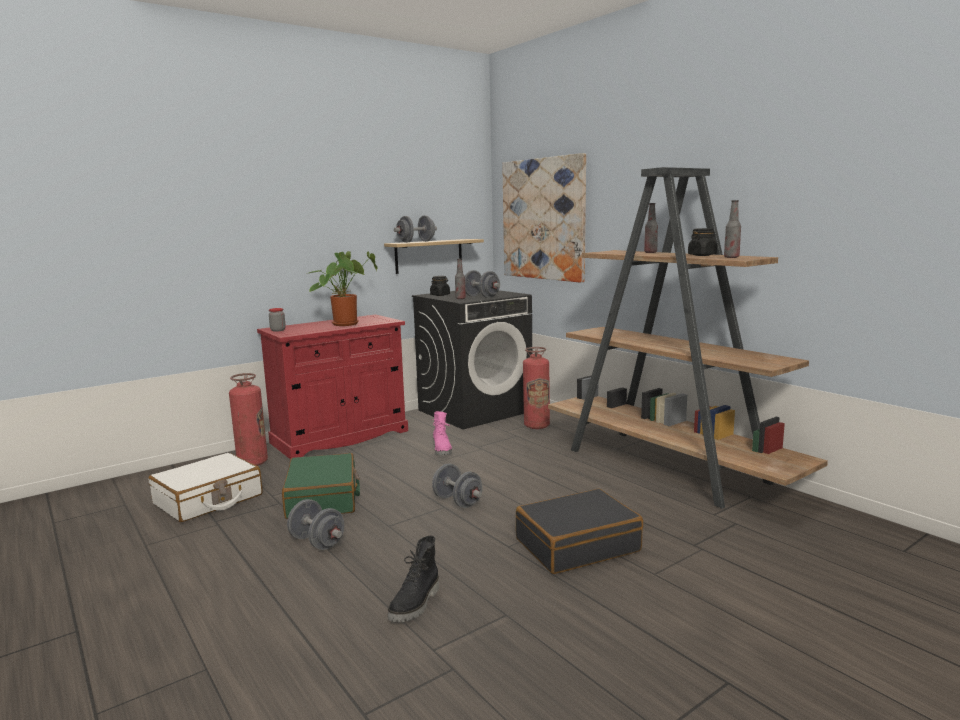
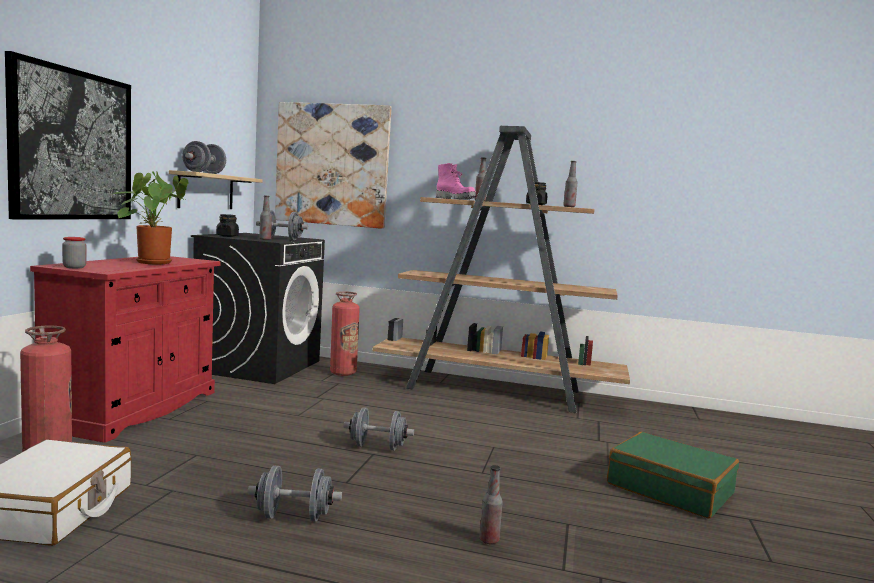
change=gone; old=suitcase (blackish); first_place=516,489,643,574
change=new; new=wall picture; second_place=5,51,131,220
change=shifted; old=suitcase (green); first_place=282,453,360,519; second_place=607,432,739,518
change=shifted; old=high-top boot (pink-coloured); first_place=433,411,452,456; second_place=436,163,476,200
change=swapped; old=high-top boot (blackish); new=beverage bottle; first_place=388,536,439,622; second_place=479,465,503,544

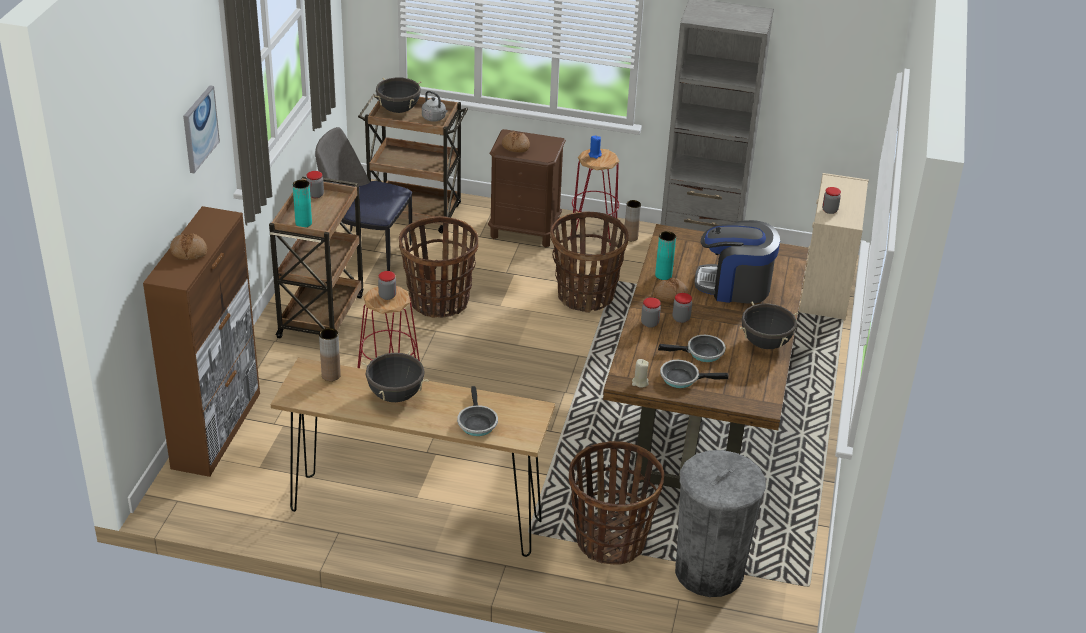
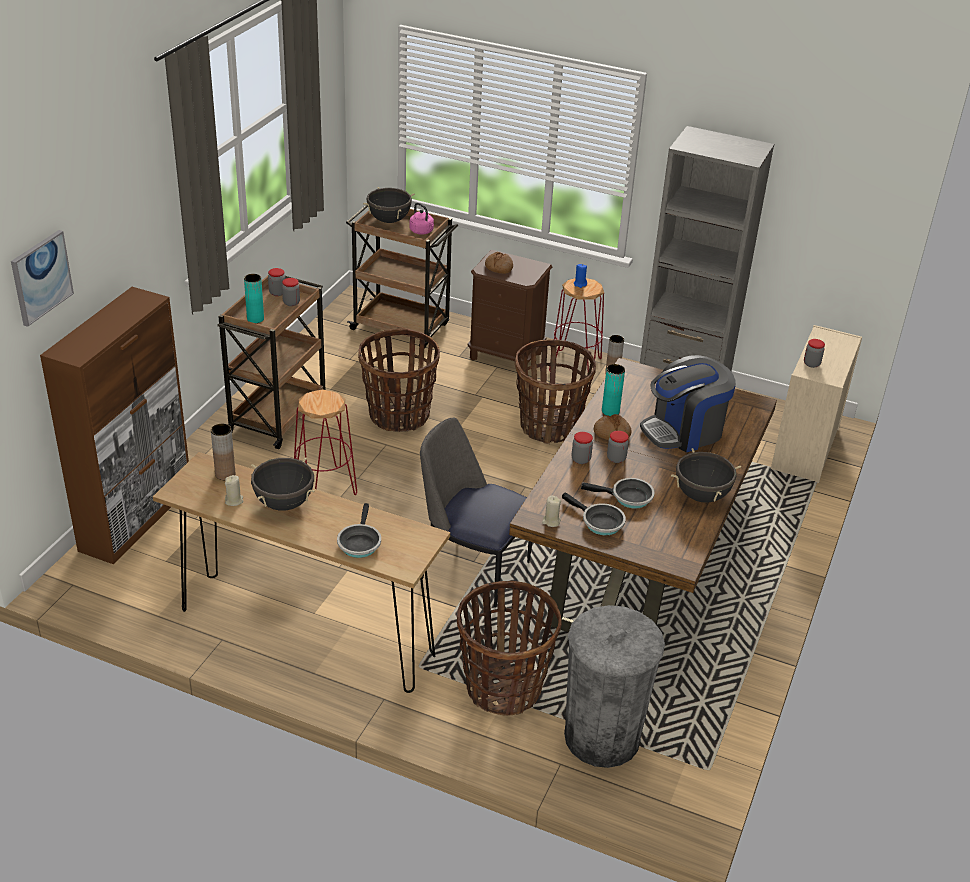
change=gone; old=baked bread; first_place=170,233,207,260
change=new; new=wax light (beige); second_place=225,475,244,506
change=shifted; old=wall picture; first_place=183,85,220,173; second_place=11,230,74,327
change=shifted; old=chair; first_place=315,127,412,271; second_place=420,418,532,607
change=shifted; old=storage jar; first_place=378,271,396,300; second_place=282,278,300,306
change=repainted; old=tea kettle (gray); new=tea kettle (pink-coloured); first_place=422,91,448,122; second_place=409,203,434,235
change=rotated; old=frying pan; first_place=660,360,728,388; second_place=562,492,626,535; degrees=-150
change=rotated; old=coffee machine; first_place=695,220,780,304; second_place=640,355,736,452; degrees=-45

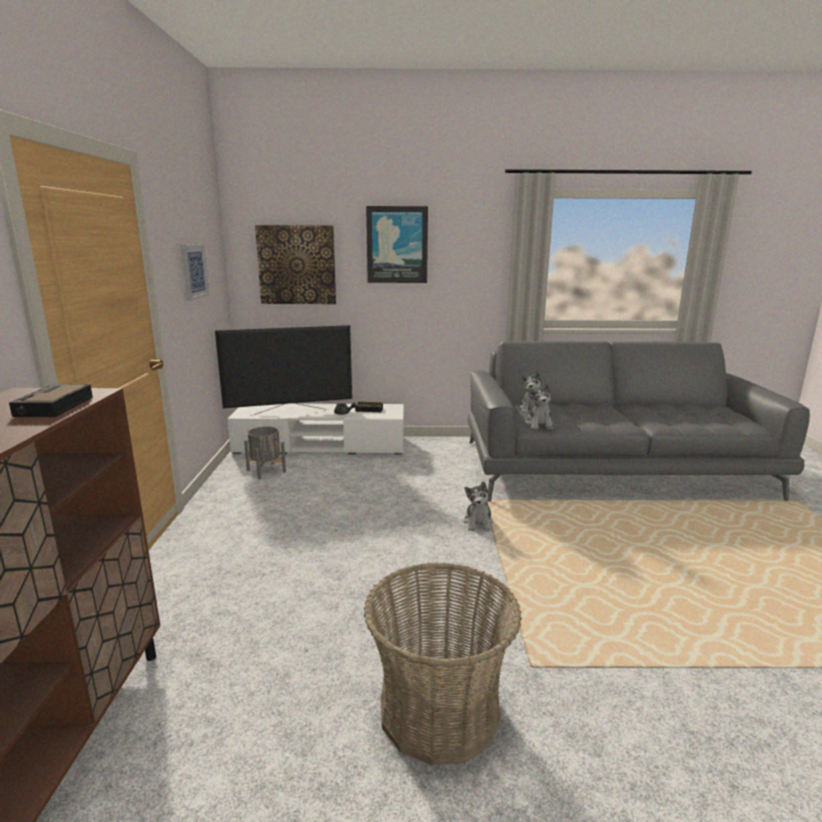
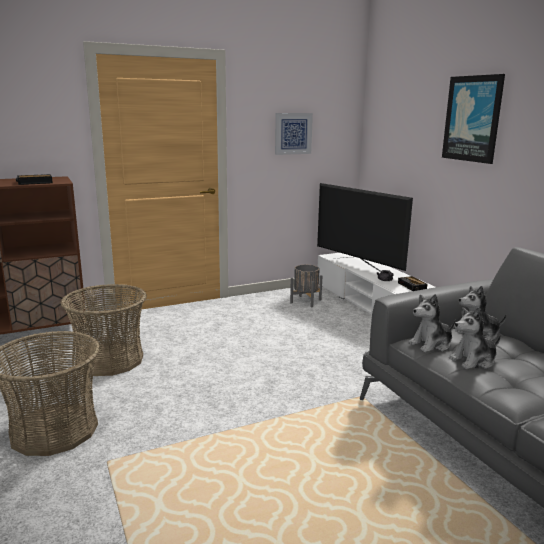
change=gone; old=wall picture; first_place=255,225,336,304
change=new; new=basket; second_place=60,284,147,376
change=shifted; old=soft toy; first_place=463,481,494,532; second_place=449,307,501,369

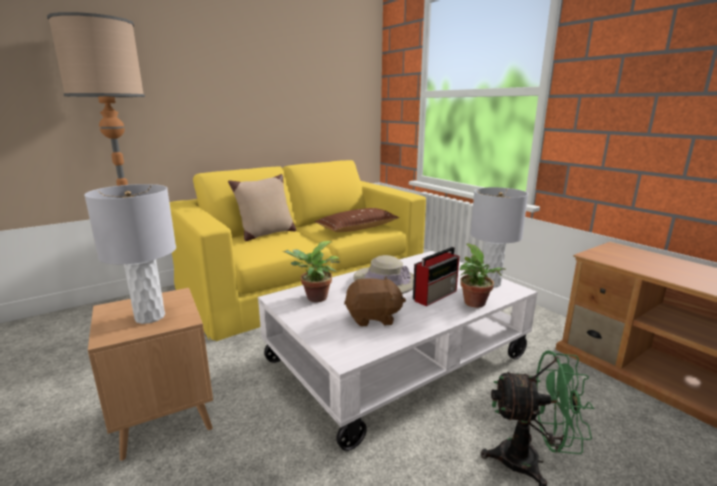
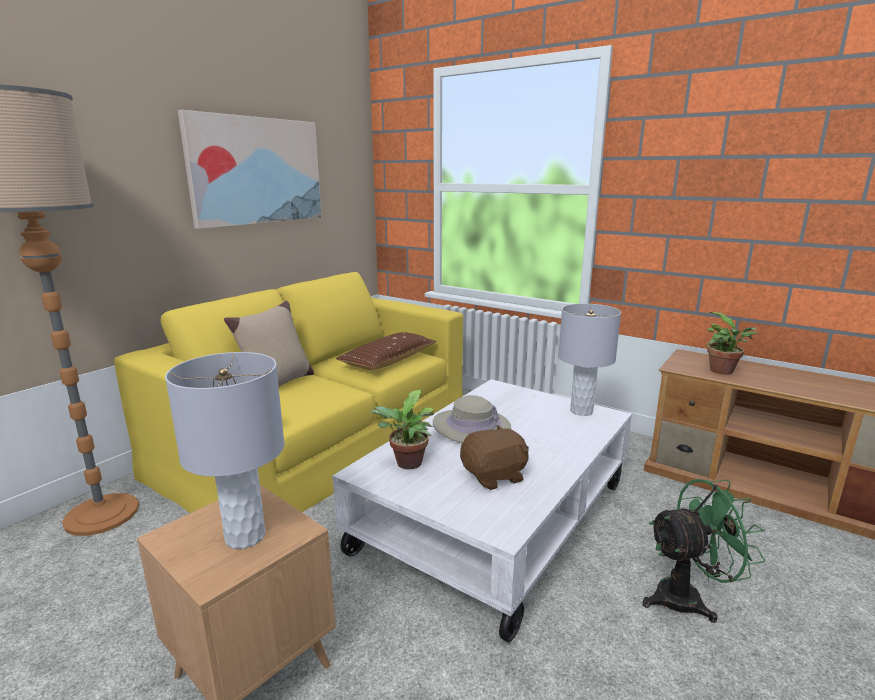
change=gone; old=radio; first_place=413,247,459,306
change=new; new=wall picture; second_place=178,110,322,229
change=shifted; old=houseplant; first_place=459,243,506,308; second_place=706,312,758,375

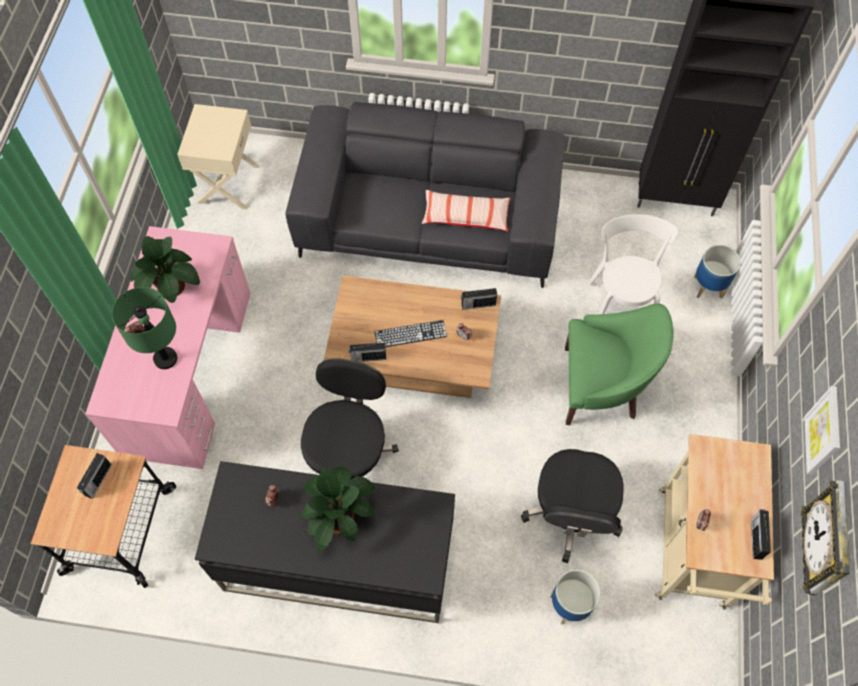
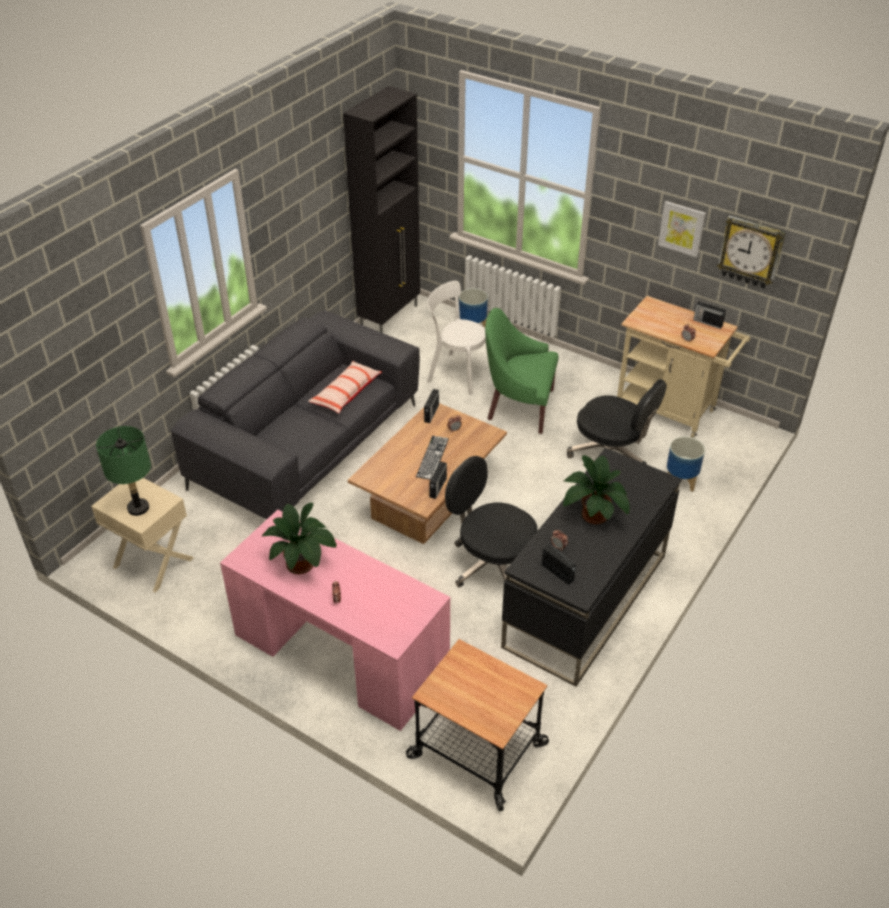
change=shifted; old=radio; first_place=77,453,112,499; second_place=542,544,576,585
change=shifted; old=tabletop lamp (green); first_place=112,287,178,369; second_place=96,426,151,516
change=rotated; old=lounge chair (green); first_place=565,303,674,425; second_place=485,308,558,434; degrees=-105

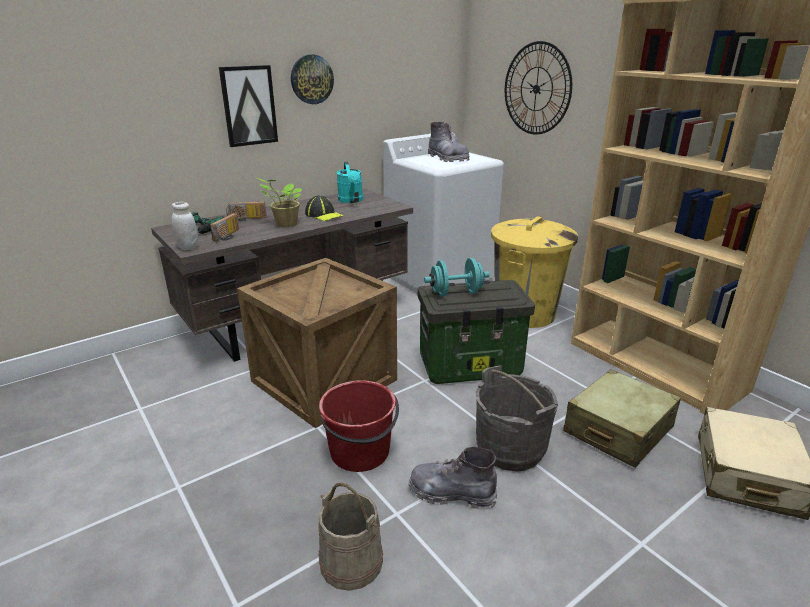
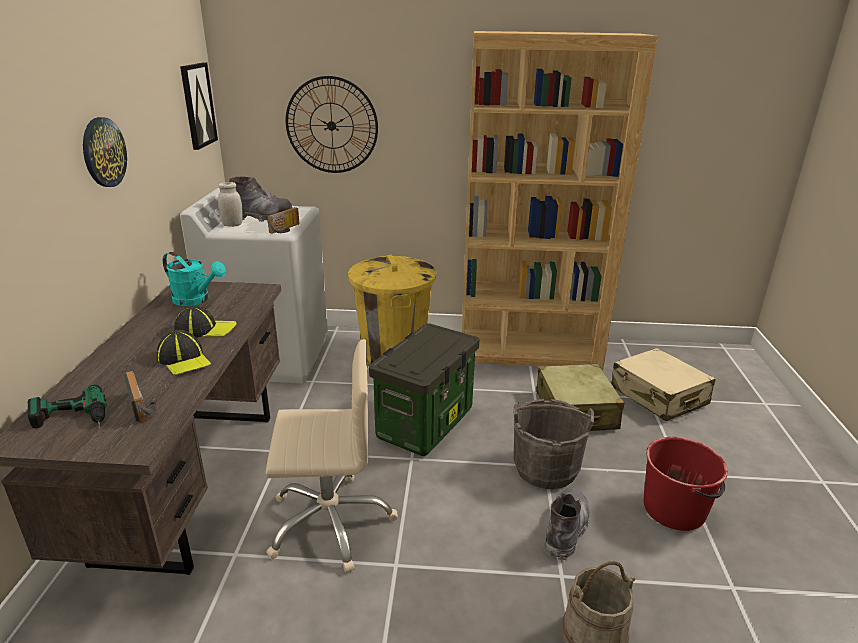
change=gone; old=dumbbell (turquoise-coloured); first_place=424,258,489,297
change=shifted; old=storage jar (white); first_place=171,202,198,250; second_place=218,182,243,227
change=shifted; old=wall picture; first_place=219,65,278,147; second_place=180,63,218,150
change=shifted; old=radio; first_place=226,202,267,221; second_place=267,207,300,234
change=shifted; old=pail (red); first_place=319,380,399,472; second_place=644,437,728,531
change=swapped; old=crate; new=office chair (beige); first_place=237,258,397,428; second_place=265,339,398,572
change=swapped; old=houseplant; new=baseball cap; first_place=257,178,302,227; second_place=157,330,211,375
change=rotated; old=high-top boot (gray); first_place=408,446,498,509; second_place=545,488,590,560; degrees=150

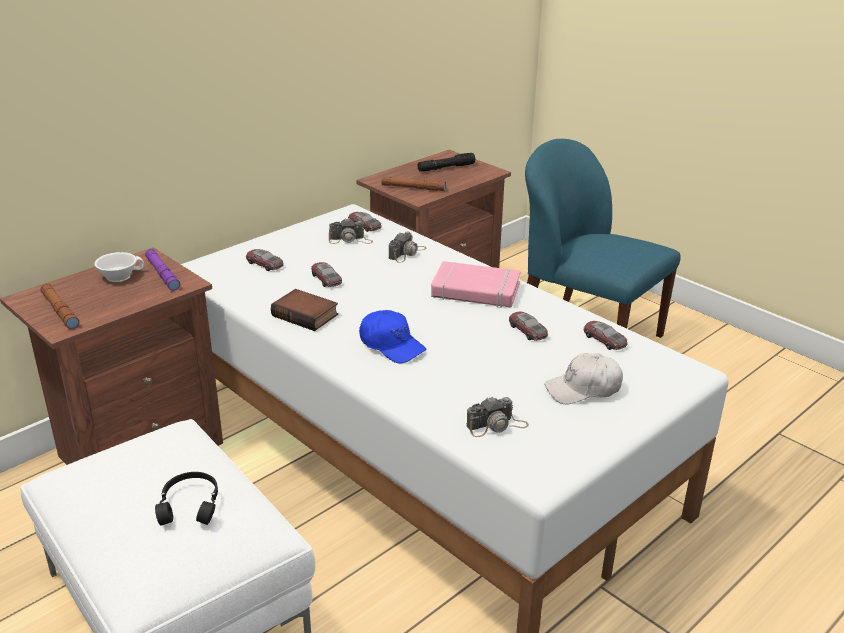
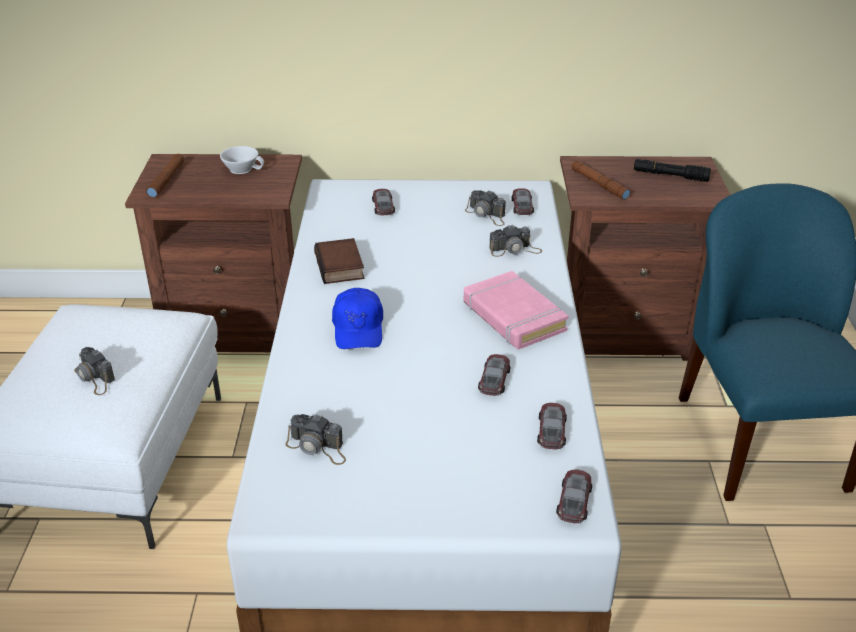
change=gone; old=hand torch (purplish); first_place=145,249,180,291
change=gone; old=baseball cap (white); first_place=544,353,623,404
change=shifted; old=toy car; first_place=311,262,342,287; second_place=556,469,592,523
change=swapped; old=pair of headphones (blackish); new=photo camera; first_place=155,472,218,526; second_place=74,347,115,395

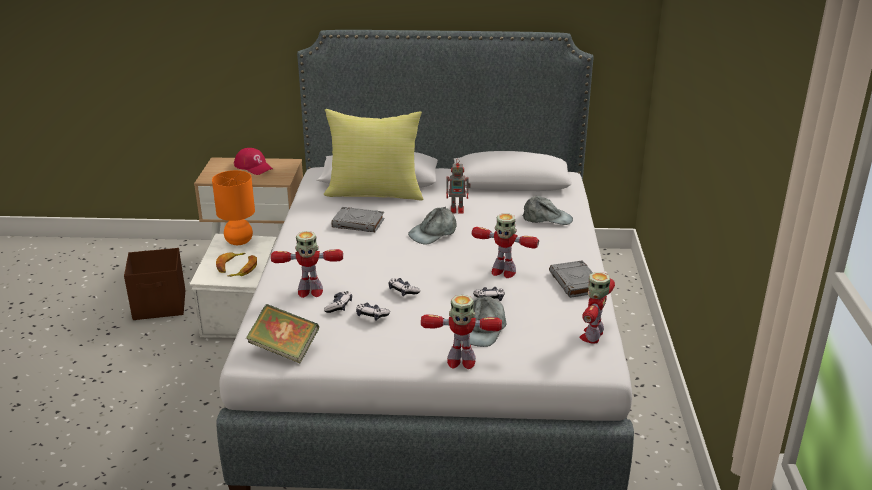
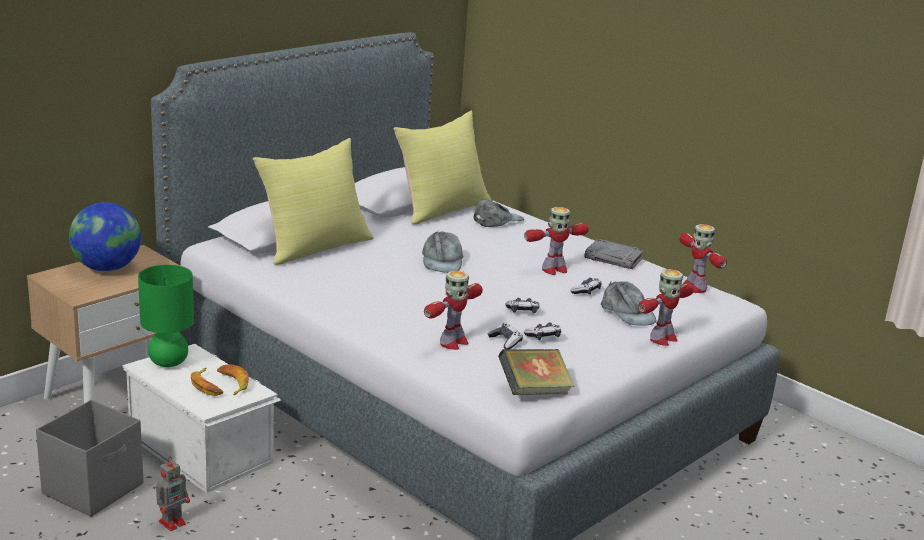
change=gone; old=book (gray); first_place=331,207,385,232
change=new; new=cushion (yellow-coloured); second_place=394,111,491,225
change=shifted; old=robot figure; first_place=446,159,471,213; second_place=156,457,190,531
change=swapped; old=baseball cap (red); new=globe; first_place=234,148,273,175; second_place=69,202,141,271
change=repainted; old=storage container (brown-coloured); new=storage container (gray); first_place=124,248,185,320; second_place=36,400,143,517
change=repainted; old=tabletop lamp (orangey); new=tabletop lamp (green); first_place=212,170,255,245; second_place=138,265,194,367

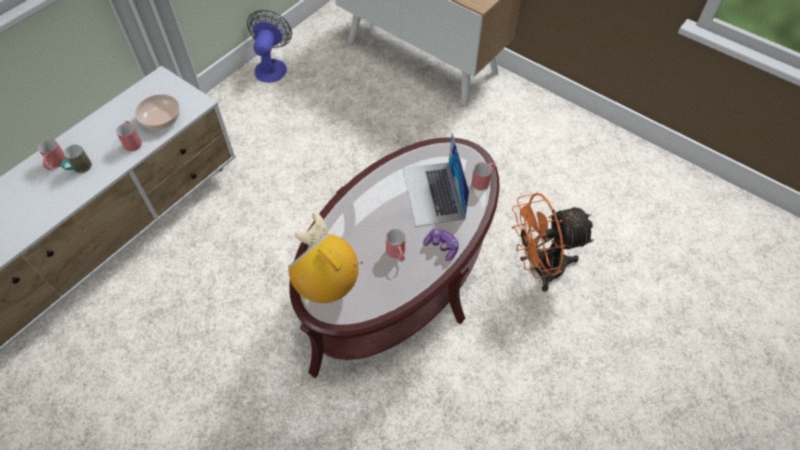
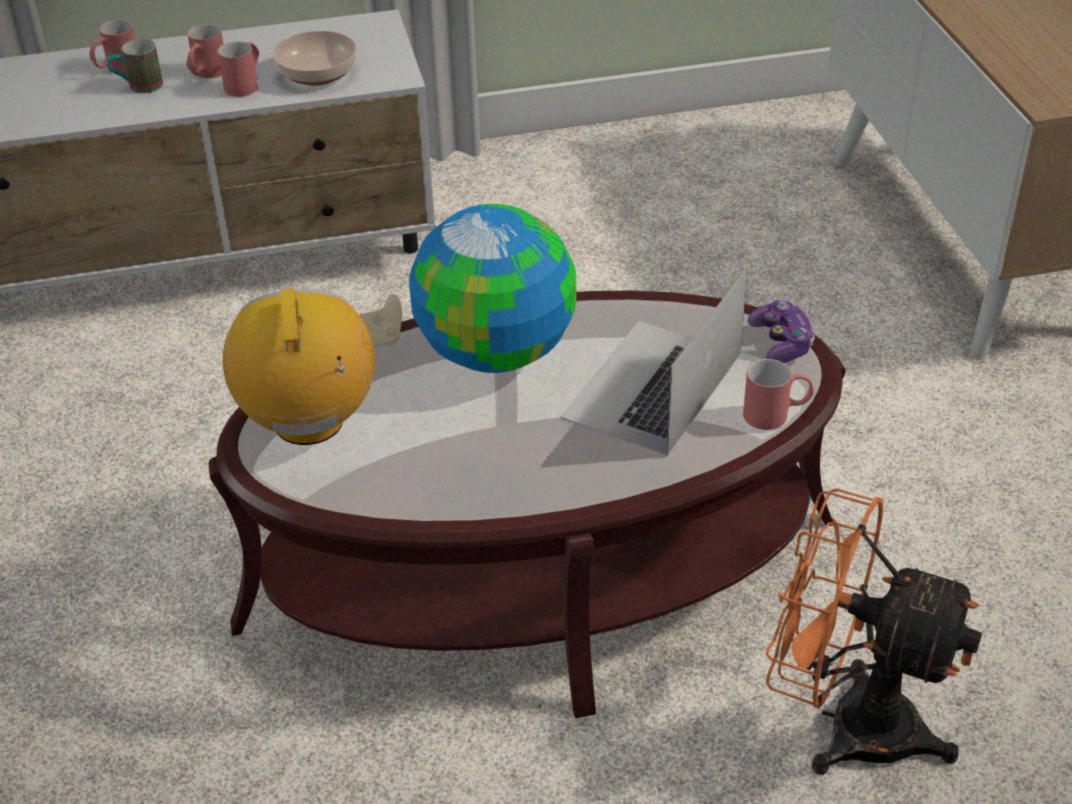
change=gone; old=fan; first_place=247,10,292,83
change=new; new=globe; second_place=409,204,576,373
change=shifted; old=tea mug (red); first_place=386,229,405,262; second_place=186,24,224,78
change=shifted; old=gamepad; first_place=423,228,459,261; second_place=747,300,815,363

